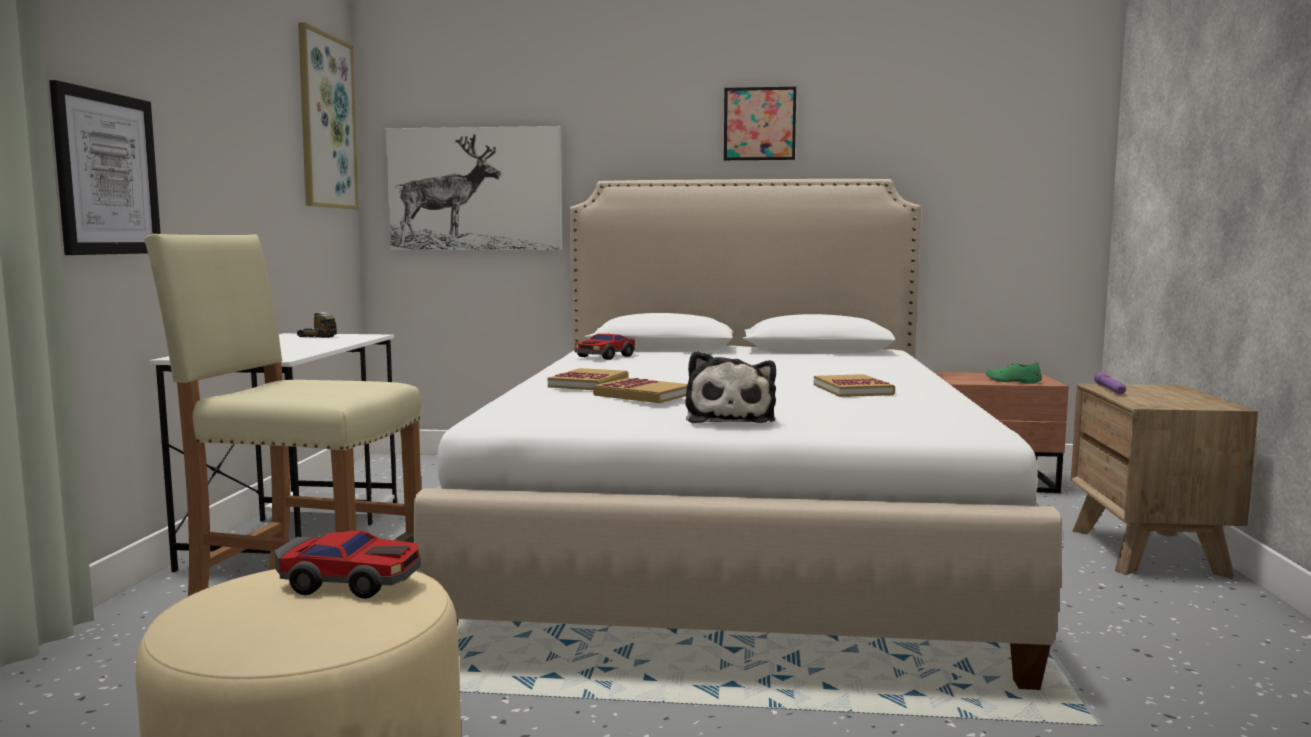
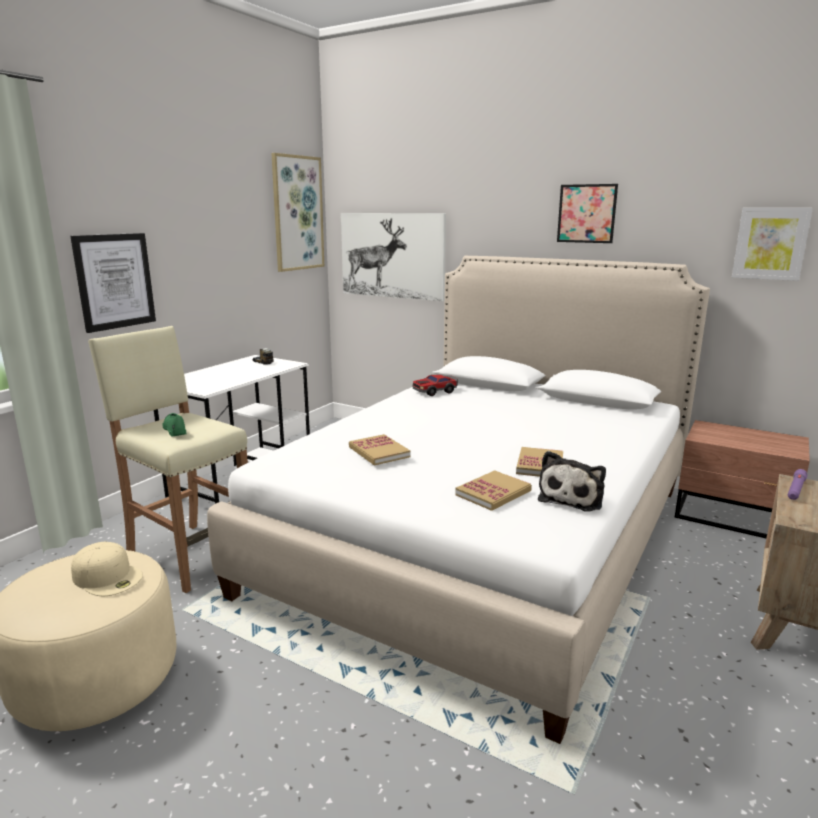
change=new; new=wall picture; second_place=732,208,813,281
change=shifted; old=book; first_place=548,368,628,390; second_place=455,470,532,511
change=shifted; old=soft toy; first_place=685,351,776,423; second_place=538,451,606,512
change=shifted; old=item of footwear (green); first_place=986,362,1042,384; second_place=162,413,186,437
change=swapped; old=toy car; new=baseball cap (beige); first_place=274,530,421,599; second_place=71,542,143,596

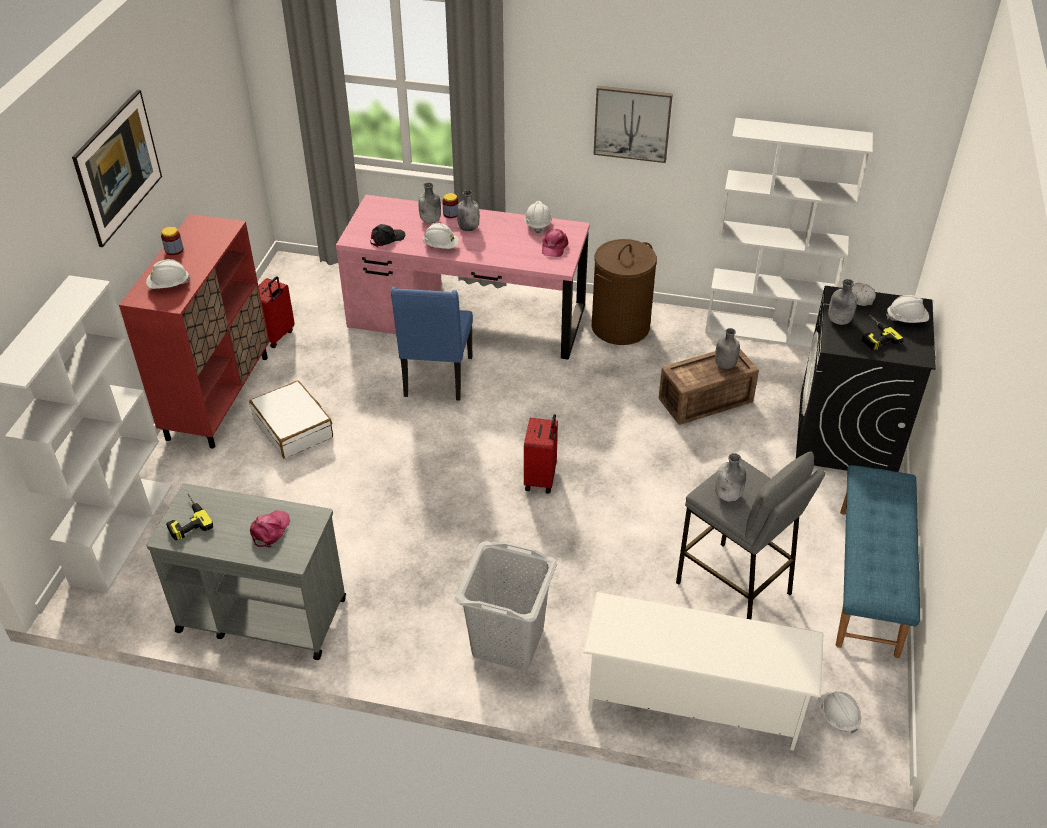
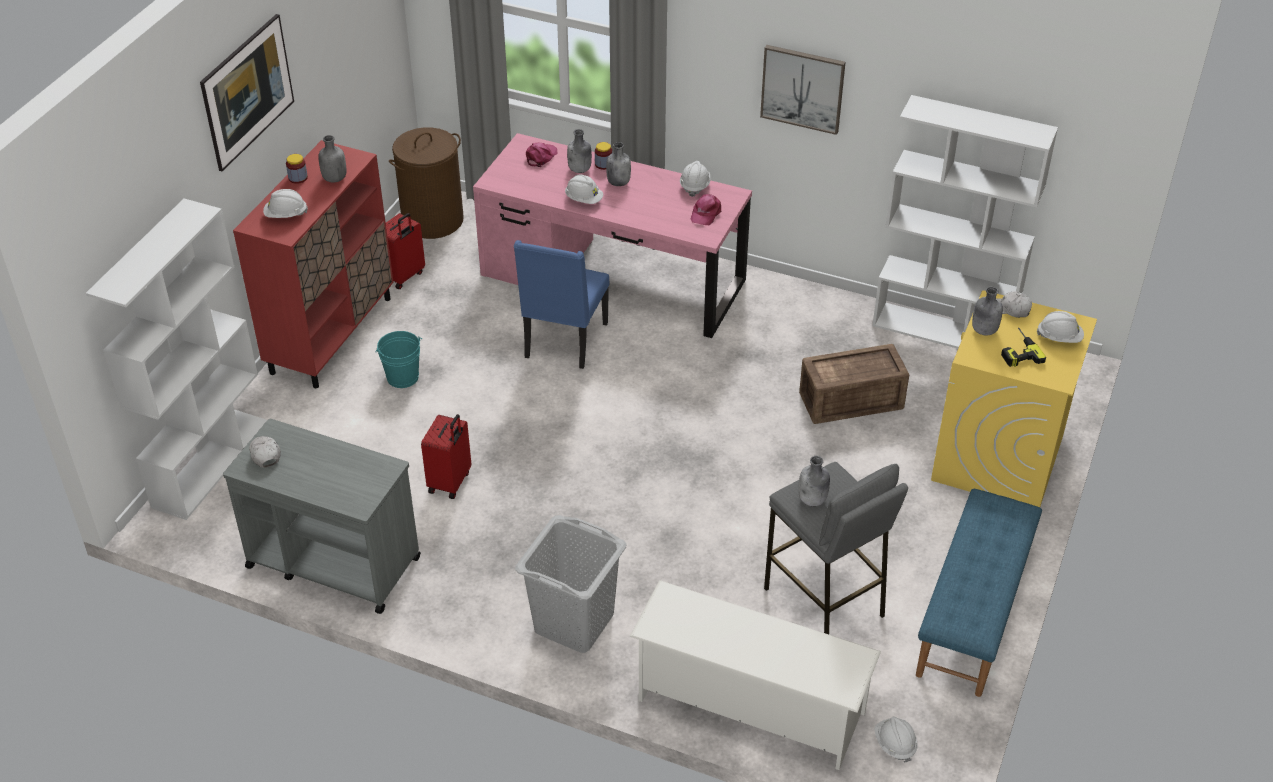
change=gone; old=baseball cap (blackish); first_place=370,224,406,247
change=shifted; old=baseball cap (pink-coloured); first_place=250,510,290,547; second_place=526,143,558,167
change=shifted; old=suitcase (red); first_place=524,414,558,494; second_place=421,414,471,499
change=shifted; old=laundry basket (brown-coloured); first_place=592,239,657,345; second_place=389,127,464,239
change=shifted; old=beverage bottle (gray); first_place=715,328,740,369; second_place=318,135,346,182
change=swapped; old=power drill; new=baseball cap (white); first_place=166,494,213,541; second_place=249,436,281,468
change=swapped; old=suitcase (white); new=pail (turquoise-coloured); first_place=249,380,333,458; second_place=376,331,422,388
change=repainted; old=washing machine (blackish); new=washing machine (yellow-coloured); first_place=796,286,936,472; second_place=931,290,1097,507

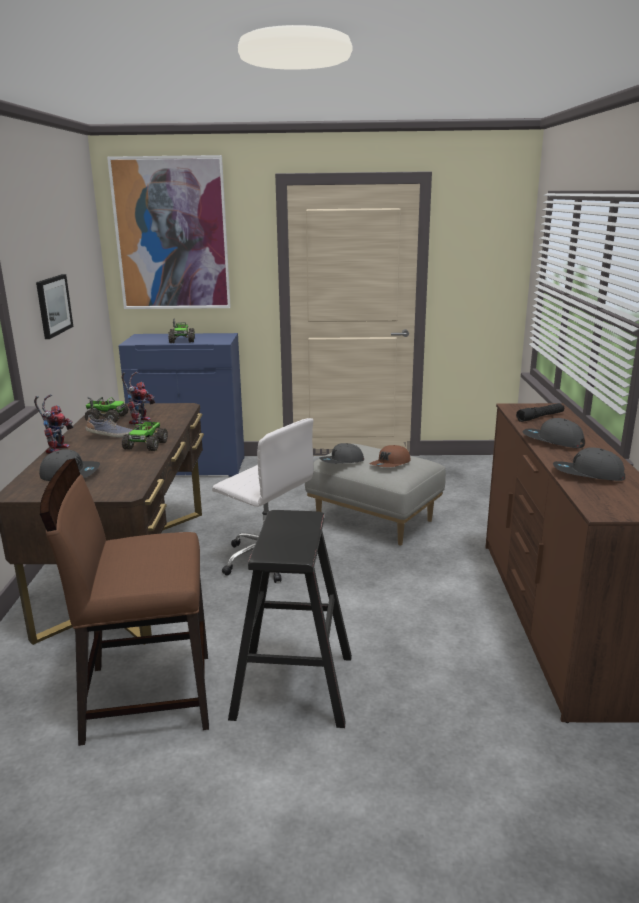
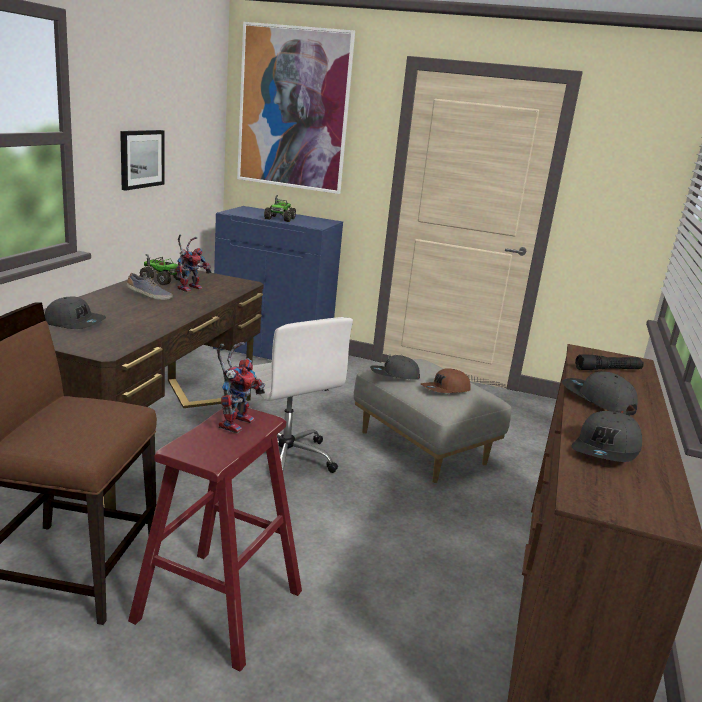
change=gone; old=model truck; first_place=122,414,168,451
change=shifted; old=robot figure; first_place=34,394,73,454; second_place=217,342,265,433
change=repainted; old=stool seat (blackish); new=stool seat (red); first_place=228,510,352,728; second_place=128,405,302,672
change=rotated; old=baseball cap (gray); first_place=553,447,625,481; second_place=571,411,642,462; degrees=-90

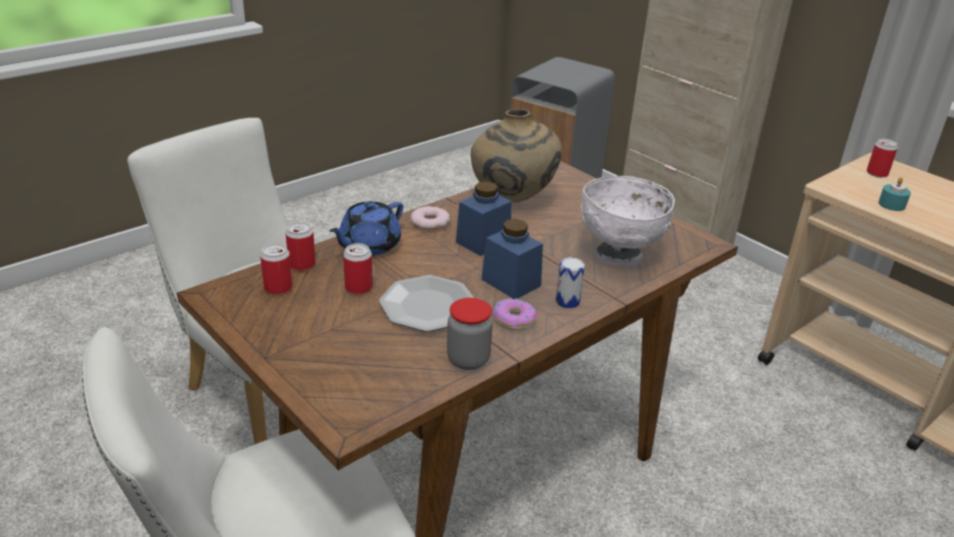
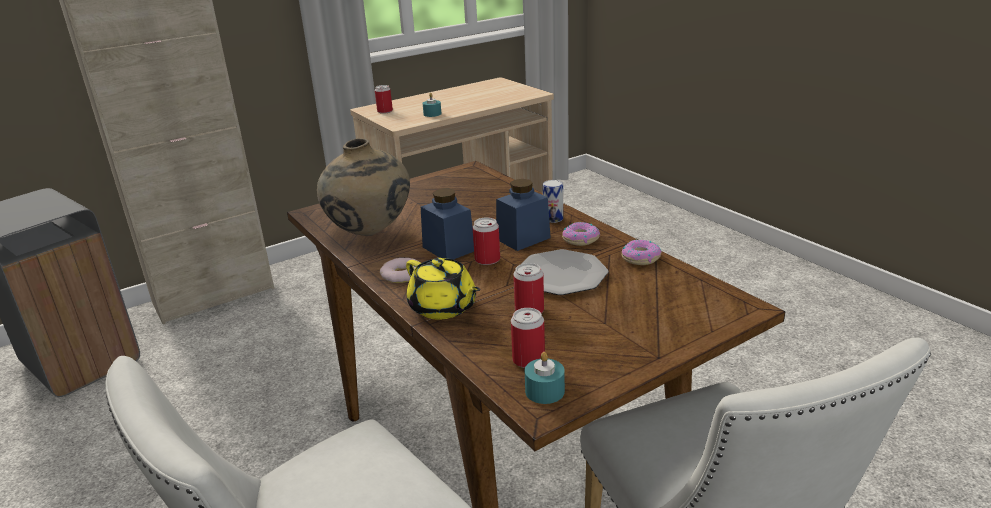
change=gone; old=deep dish (white); first_place=581,176,675,266
change=new; new=wax light (turquoise-coloured); second_place=525,352,565,404
change=shifted; old=can; first_place=285,222,316,271; second_place=473,217,500,265
change=swapped; old=storage jar; new=ring doughnut; first_place=447,298,493,370; second_place=622,239,662,265
change=repainted; old=pot for tea (bluish); new=pot for tea (yellow-coloured); first_place=329,201,403,256; second_place=406,258,481,320

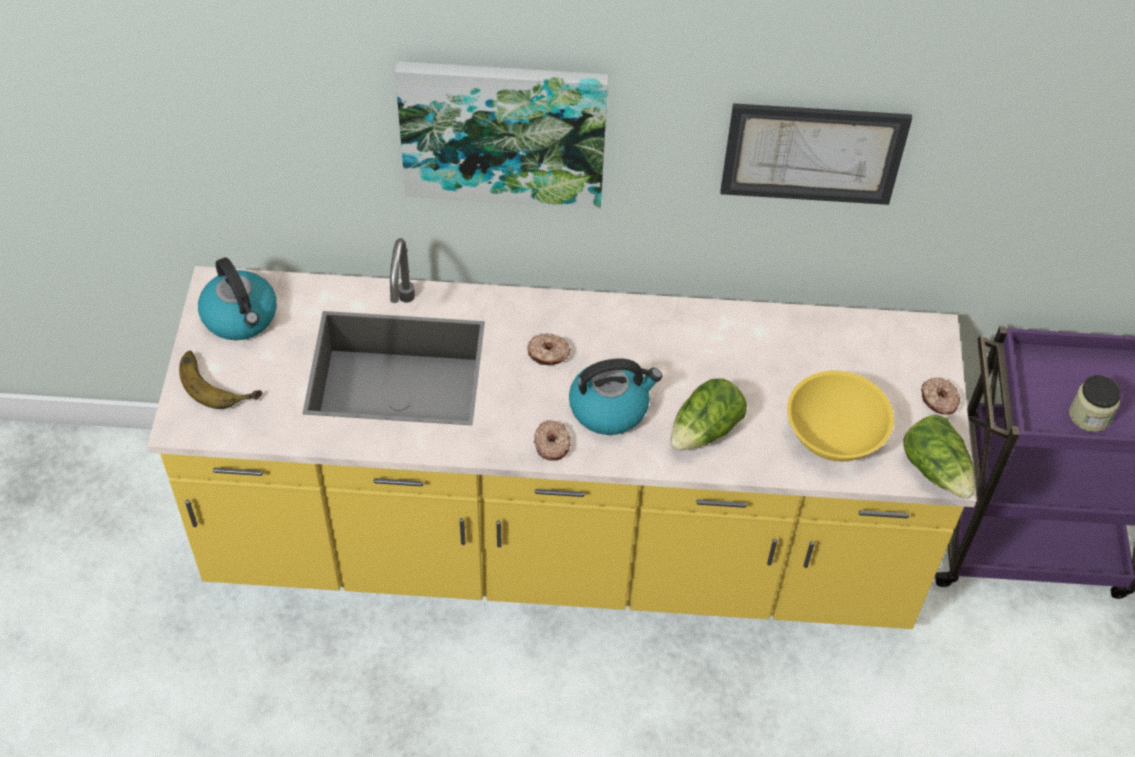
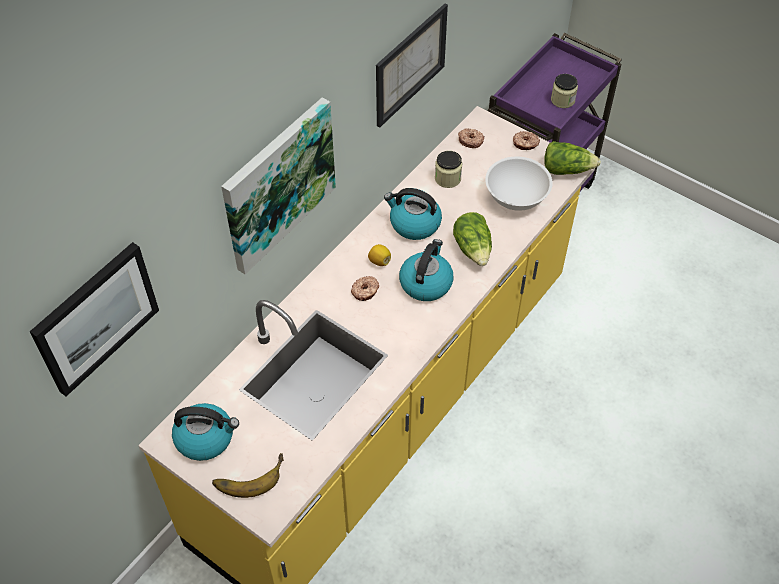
change=new; new=wall picture; second_place=30,242,159,396
change=new; new=lemon; second_place=368,244,391,266
change=new; new=tea kettle; second_place=384,188,442,240
change=new; new=storage jar; second_place=435,151,462,188
change=shifted; old=ring doughnut; first_place=534,420,570,461; second_place=458,128,485,148
change=repainted; old=deep dish (yellow-coloured); new=deep dish (white); first_place=787,371,894,461; second_place=485,156,553,211

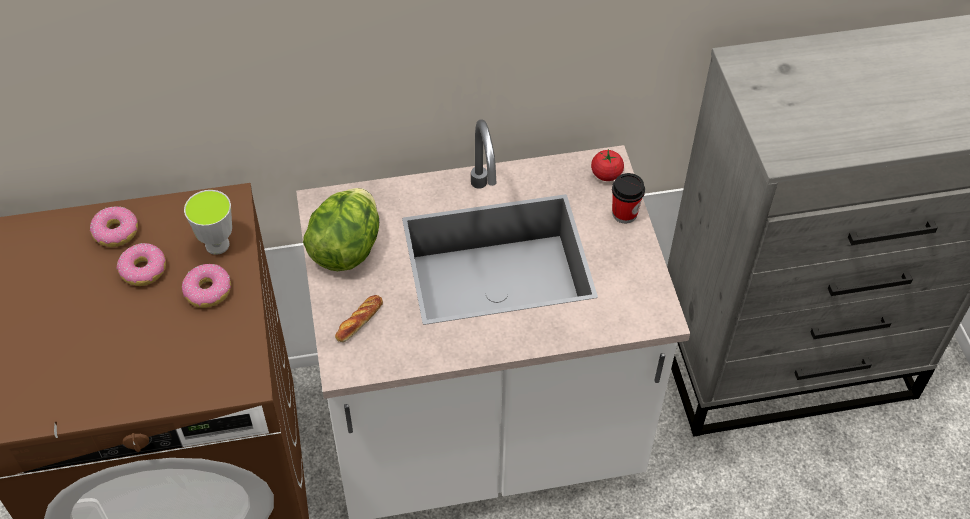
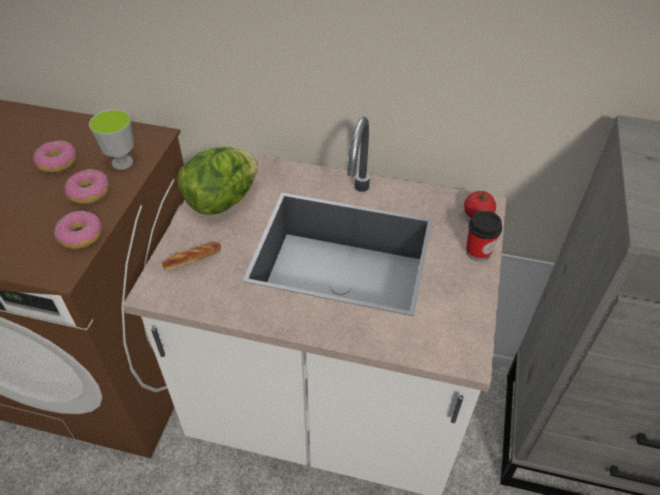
change=shifted; old=ring doughnut; first_place=90,207,138,247; second_place=54,210,102,249

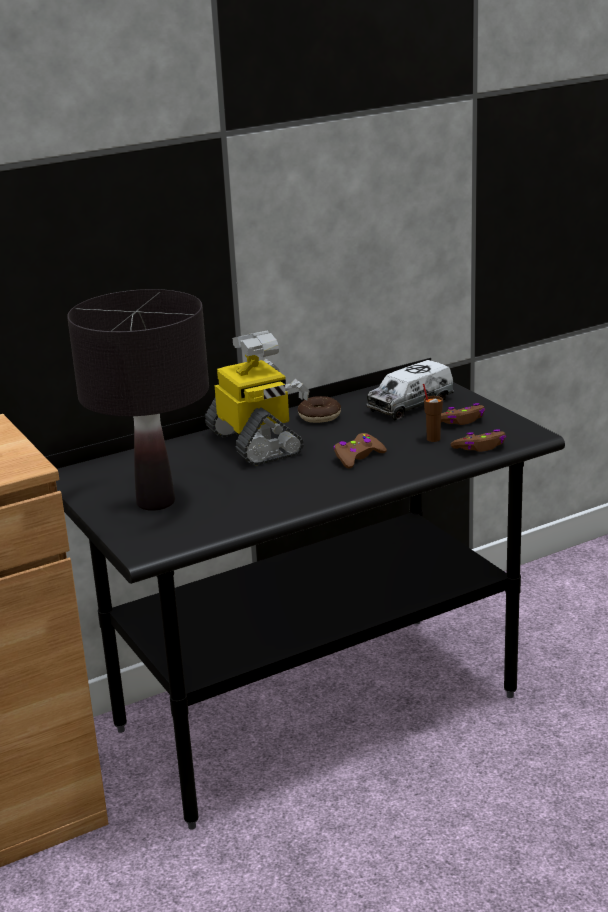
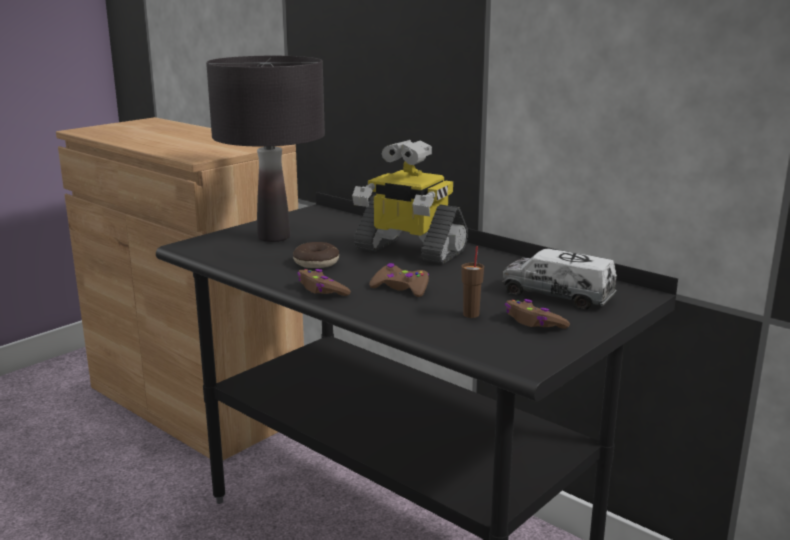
change=shifted; old=ring doughnut; first_place=297,396,341,423; second_place=293,242,339,268
change=shifted; old=gamepad (brown-coloured); first_place=451,429,506,452; second_place=297,269,351,296
change=rotated; old=robot figure; first_place=205,330,310,465; second_place=352,140,468,264; degrees=75

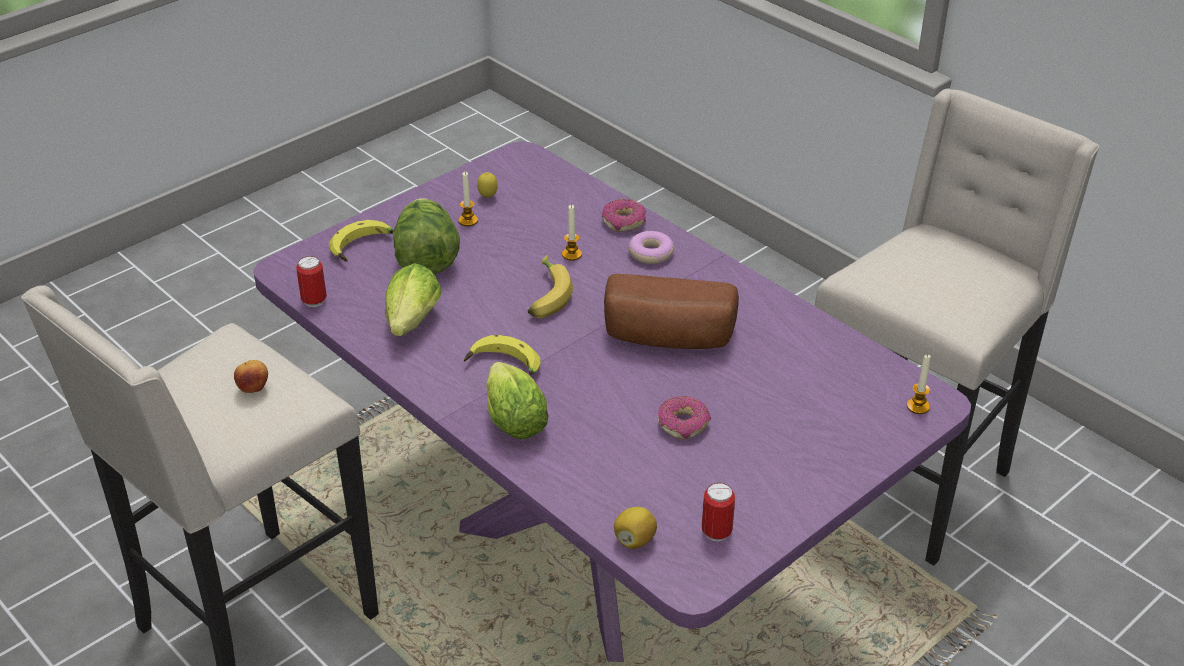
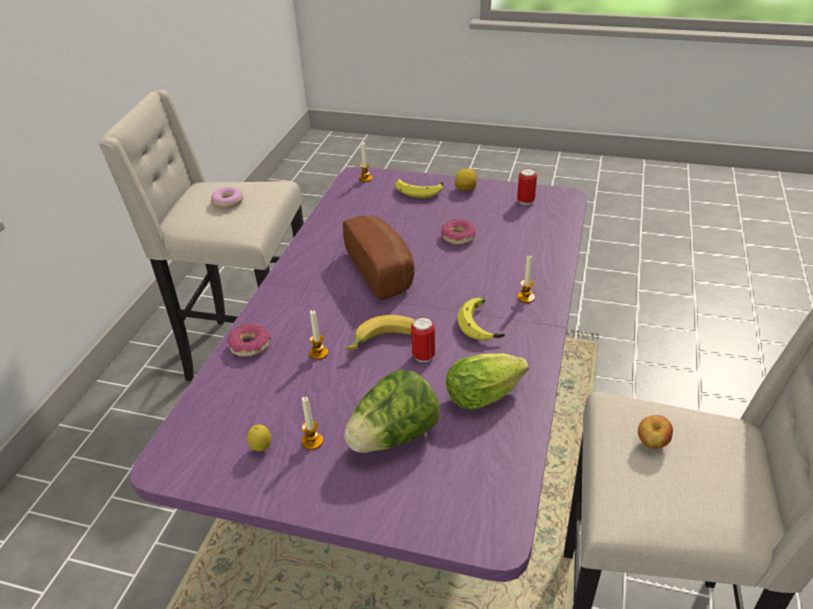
change=shifted; old=can; first_place=296,256,327,307; second_place=411,317,435,362
change=shifted; old=banana; first_place=329,220,393,262; second_place=395,179,443,198
change=shifted; old=lemon; first_place=614,507,657,549; second_place=455,169,477,191
change=shifted; old=ring doughnut; first_place=628,231,674,264; second_place=211,187,243,209
change=swapped; old=lettuce head; new=wax light; first_place=486,362,548,439; second_place=517,255,535,303

